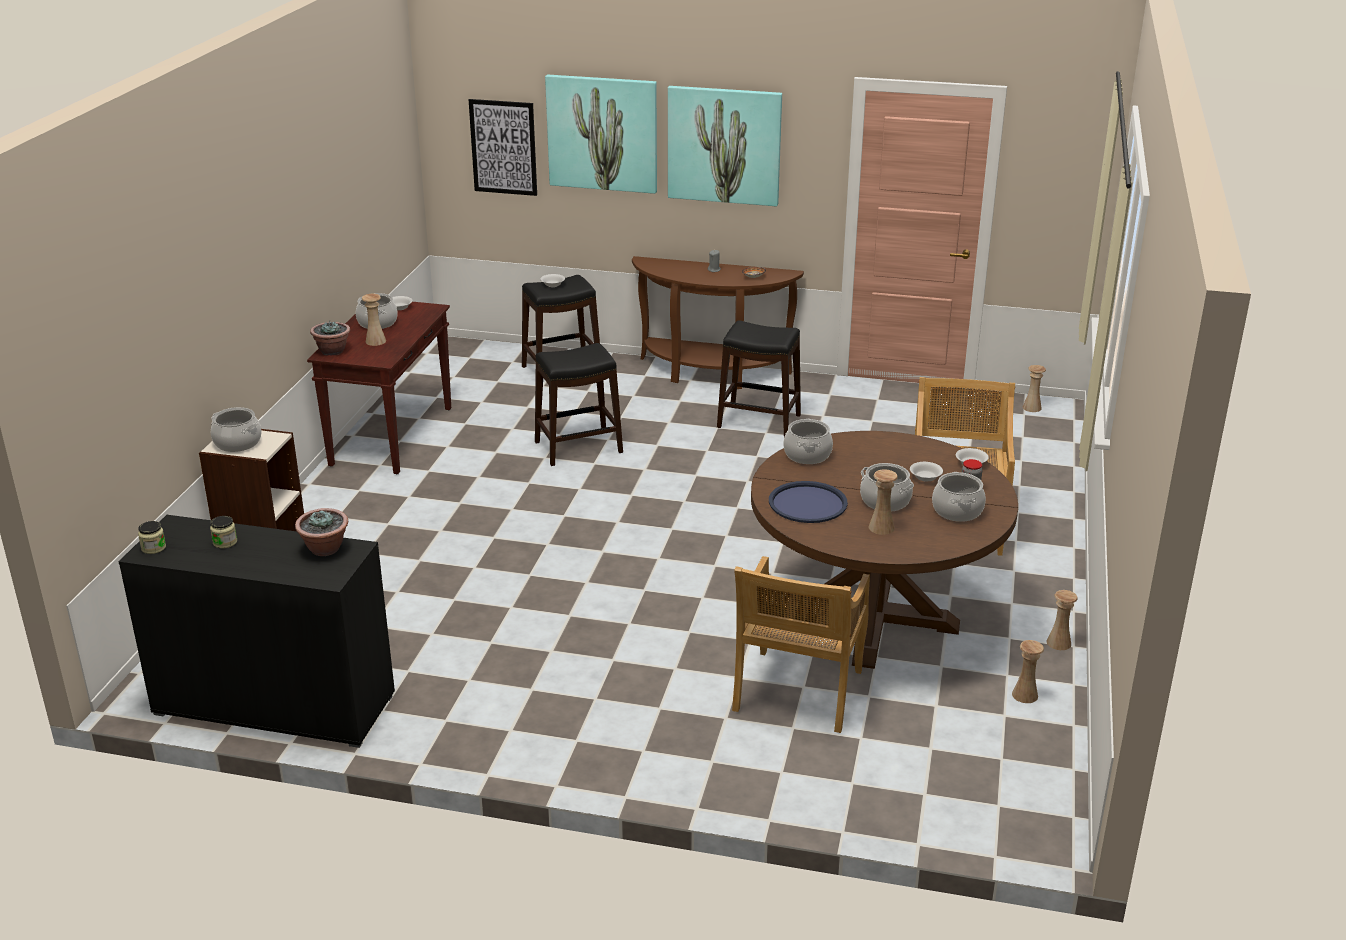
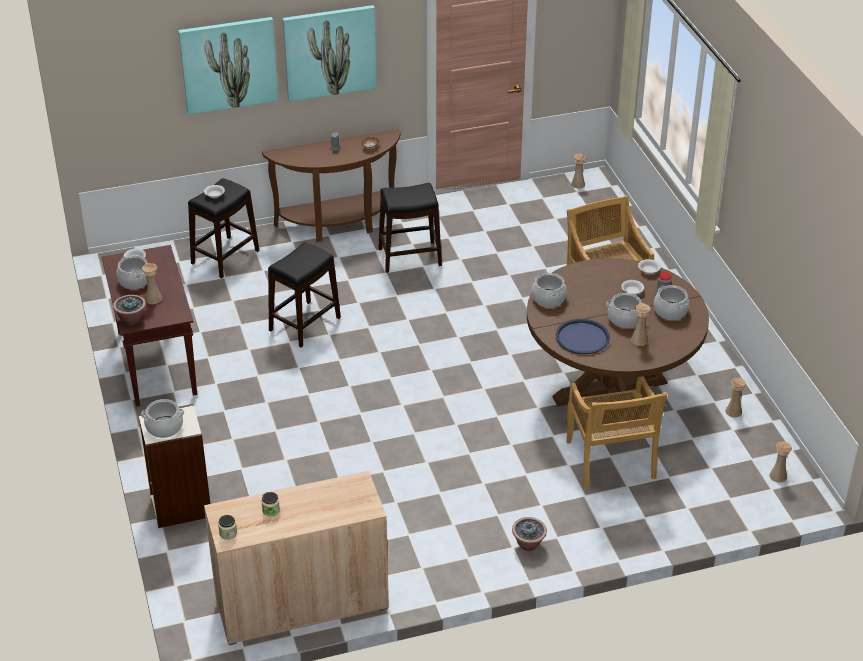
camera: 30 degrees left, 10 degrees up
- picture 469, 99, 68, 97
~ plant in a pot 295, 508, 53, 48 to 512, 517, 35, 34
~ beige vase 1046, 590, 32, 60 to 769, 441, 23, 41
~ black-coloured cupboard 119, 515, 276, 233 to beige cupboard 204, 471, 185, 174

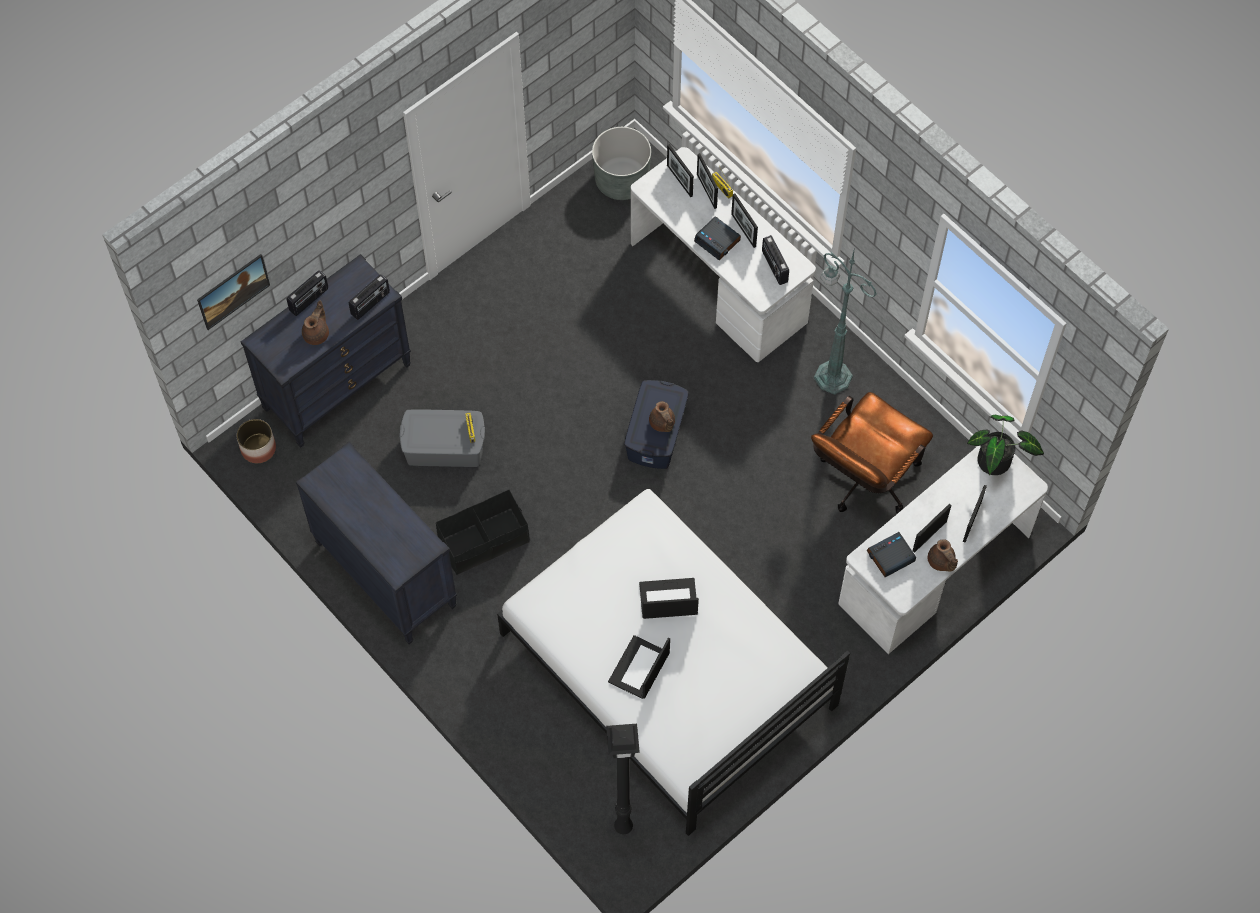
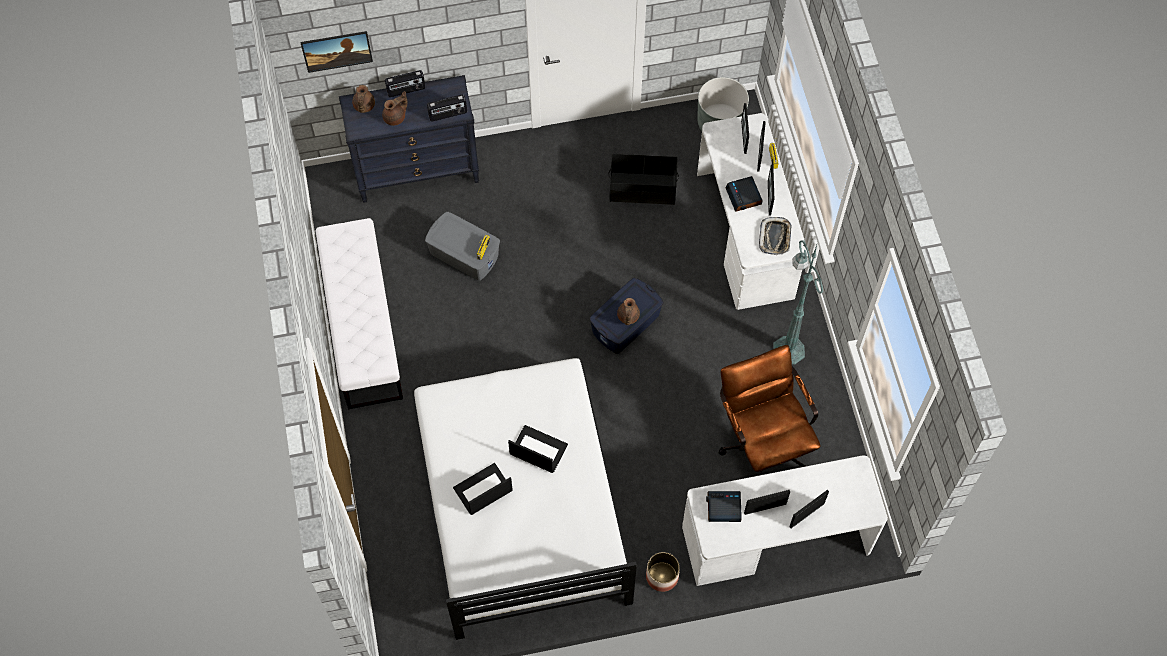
camera: 30 degrees right, 0 degrees up
- black-coloured standard lamp 606, 724, 34, 110
- plant in a pot 967, 415, 77, 60
~ flower pot 237, 419, 39, 44 to 646, 552, 34, 40
~ black-coloured storage container 436, 490, 93, 85 to 609, 154, 70, 51
~ brownish teapot 928, 539, 30, 33 to 352, 85, 23, 28
~ black-coloured dresser 296, 441, 161, 203 to white bench 316, 218, 87, 191
~ radio 762, 235, 27, 50 to carrying tray 759, 217, 33, 38
~ brownish office chair 811, 392, 122, 122 = 719, 345, 102, 130 90 degrees clockwise

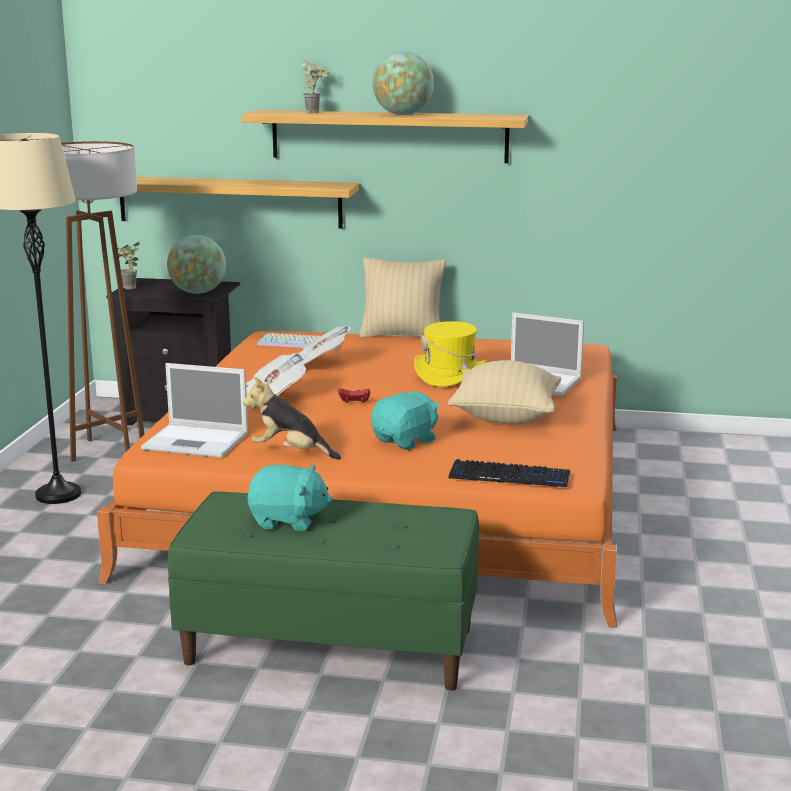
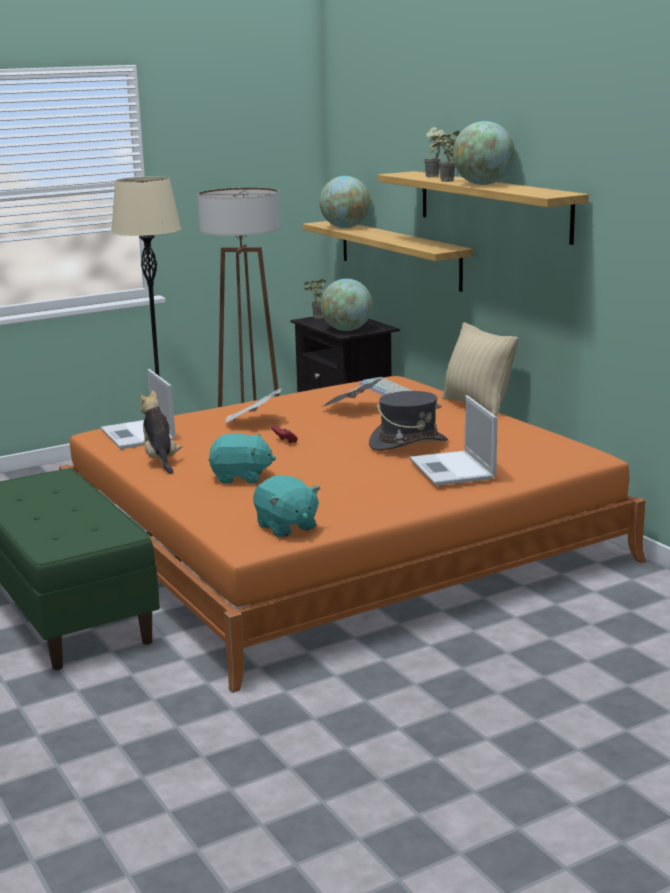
camera: 50 degrees right, 0 degrees up
- beige cushion 448, 360, 114, 64
- computer keyboard 448, 459, 122, 28
+ globe 319, 176, 52, 52
+ plant in a pot 432, 130, 29, 52
~ turquoise-coloured soft toy 248, 465, 85, 66 to 253, 475, 67, 62
~ yellow wearable hat 414, 321, 72, 66 to grey wearable hat 369, 391, 79, 60

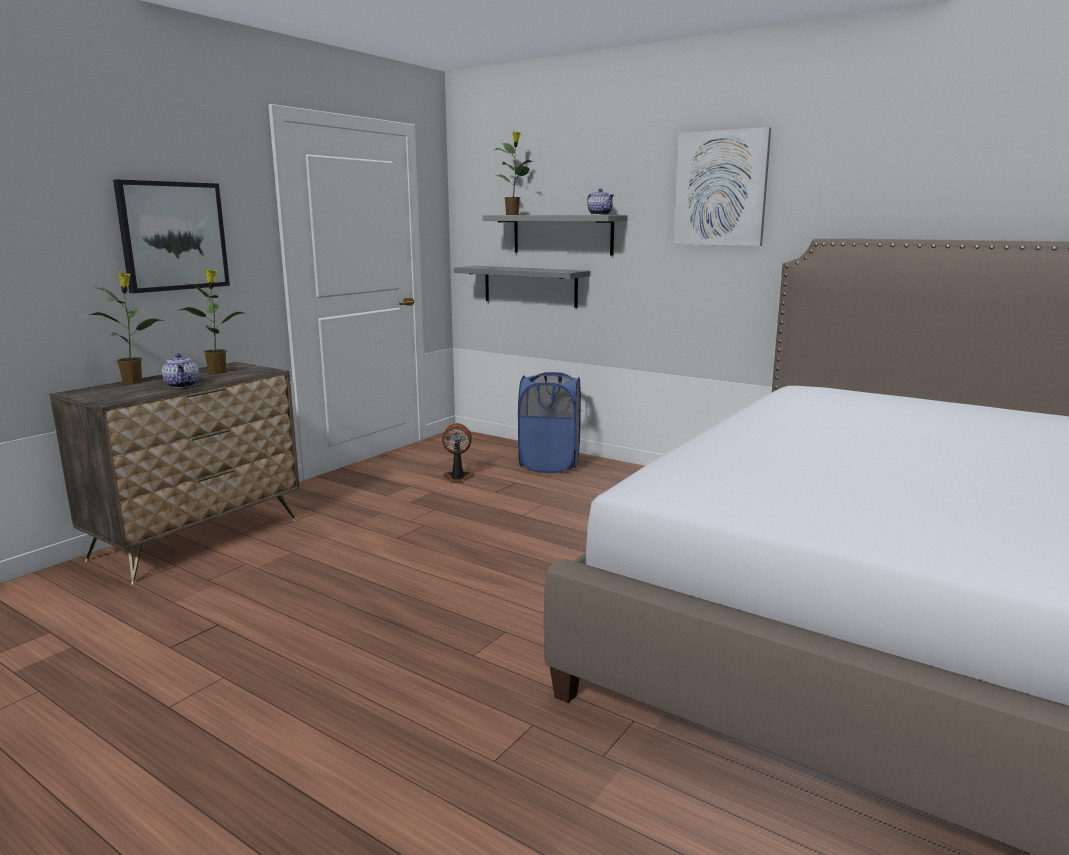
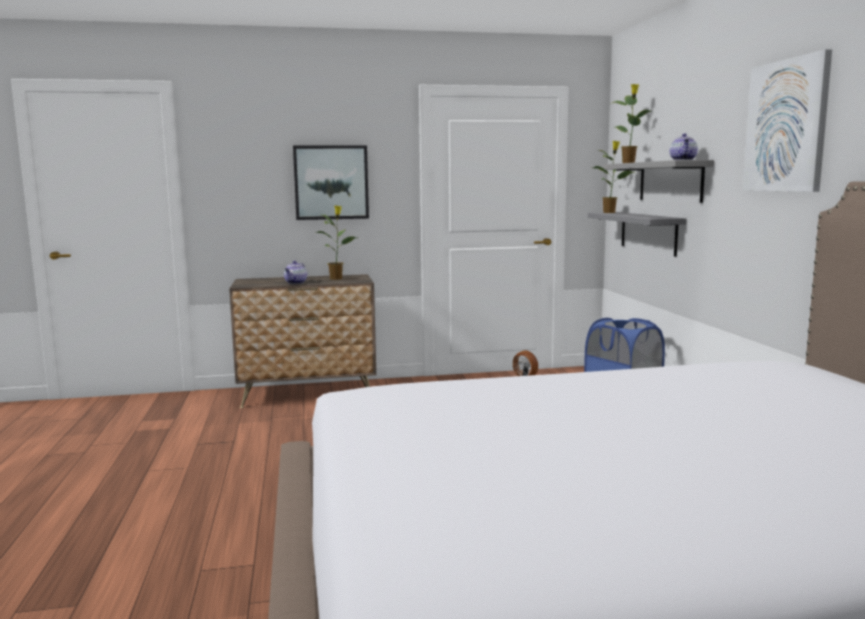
camera: 45 degrees right, 5 degrees down
~ plant in a pot 90, 273, 73, 111 to 593, 141, 41, 72

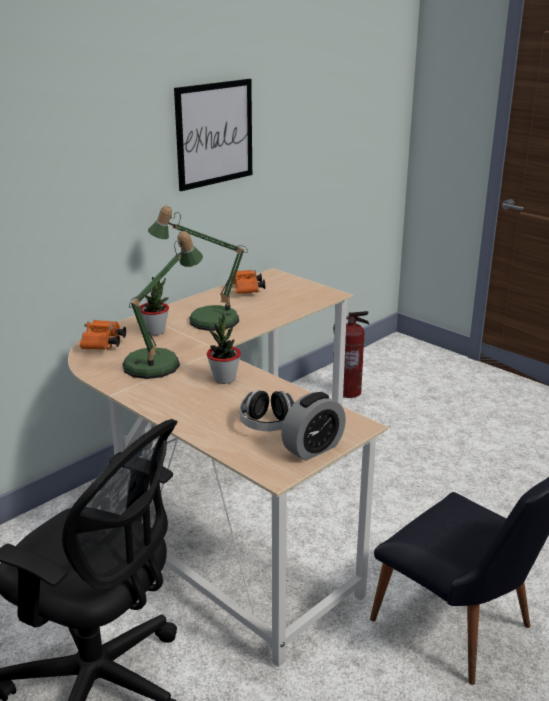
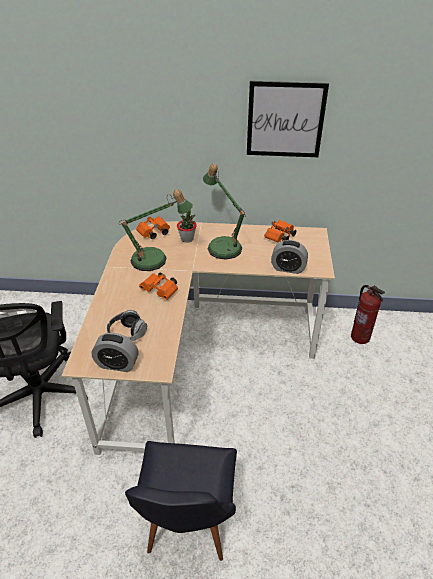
camera: 50 degrees right, 15 degrees up
+ bedside clock 271, 240, 37, 34
~ plant in a pot 207, 313, 34, 71 to orange pair of binoculars 139, 273, 39, 27

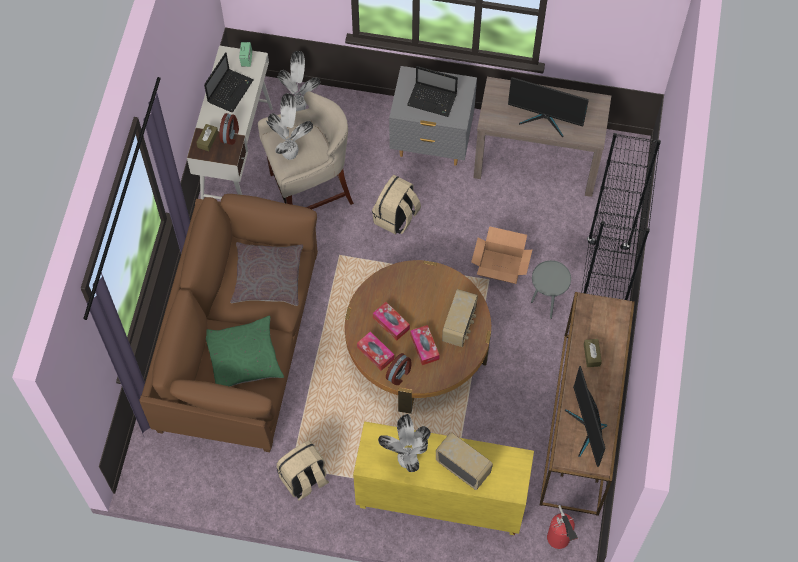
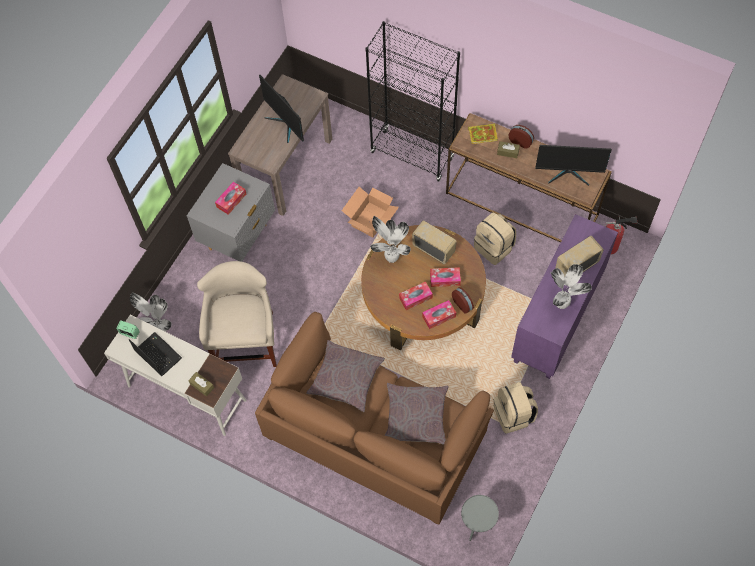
camera: 70 degrees left, 0 degrees up
+ volume 468, 123, 30, 21
~ bedside clock 219, 113, 20, 32 to 508, 125, 26, 24
~ plant in a pot 266, 93, 47, 67 to 370, 216, 41, 47
~ beige rucksack 372, 175, 49, 60 to 474, 212, 42, 53
~ grey end table 531, 260, 40, 59 to 461, 495, 38, 46
~ laptop 407, 66, 51, 51 to box of tissues 215, 182, 31, 33
~ green-coloured cushion 206, 316, 78, 71 to grey cushion 385, 383, 63, 62
~ yellow cupboard 353, 421, 181, 114 to purple cupboard 511, 214, 107, 165
~ monitor 508, 77, 81, 61 = 259, 75, 45, 68 105 degrees clockwise

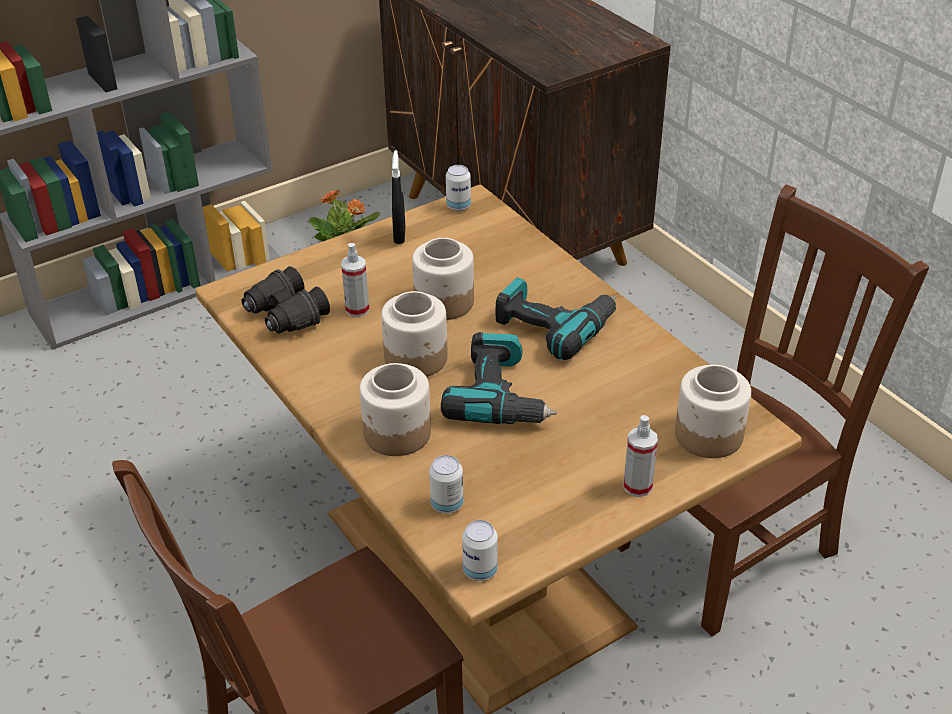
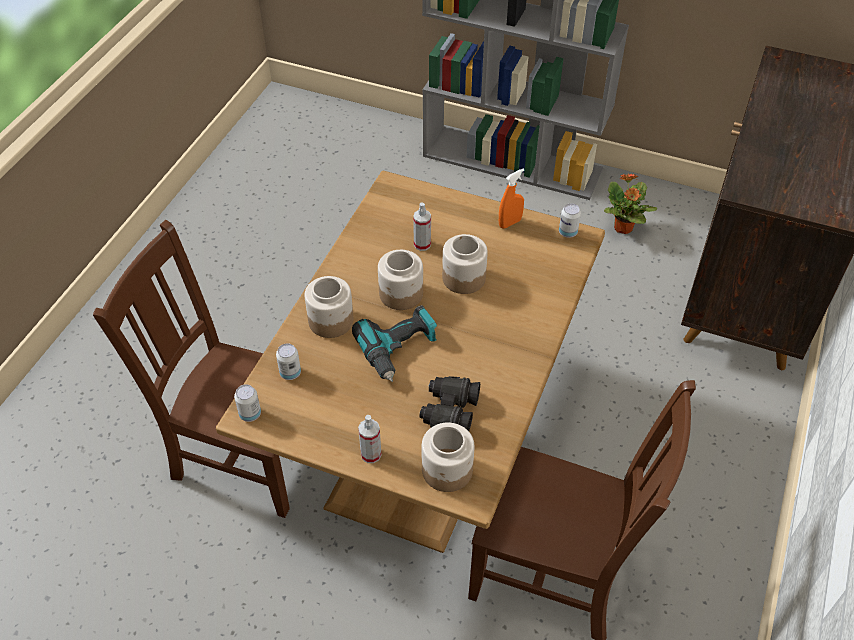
camera: 55 degrees right, 10 degrees up
- drill 496, 277, 120, 83
~ black-coloured pair of binoculars 241, 266, 89, 68 to 419, 376, 61, 55
~ black-coloured sprayer 392, 150, 13, 94 to orange sprayer 499, 168, 25, 61

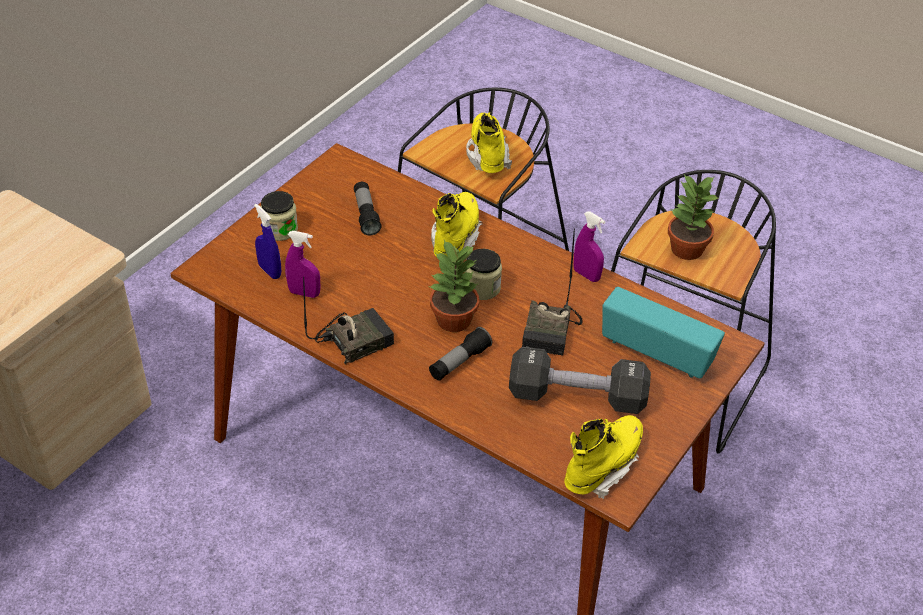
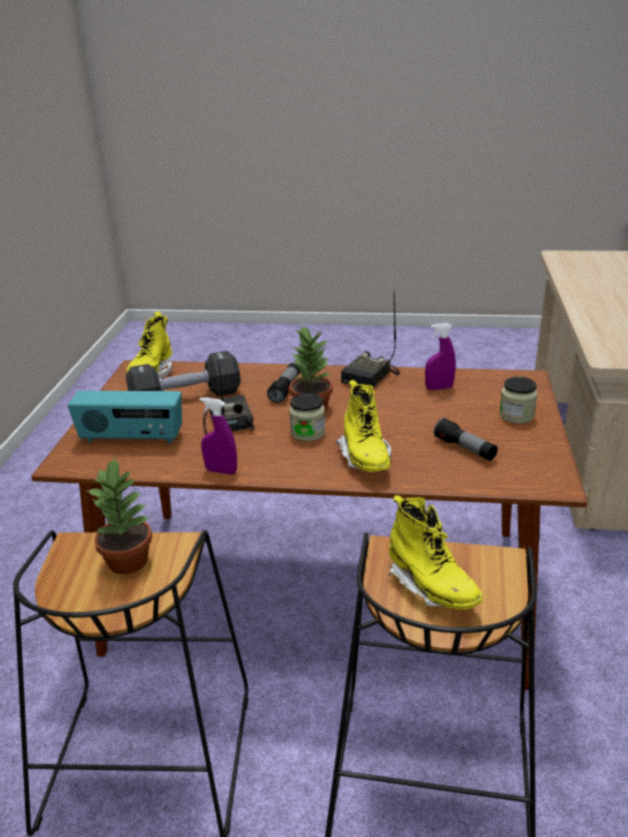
camera: 155 degrees right, 15 degrees down
- blue-coloured sprayer 254, 204, 27, 75

